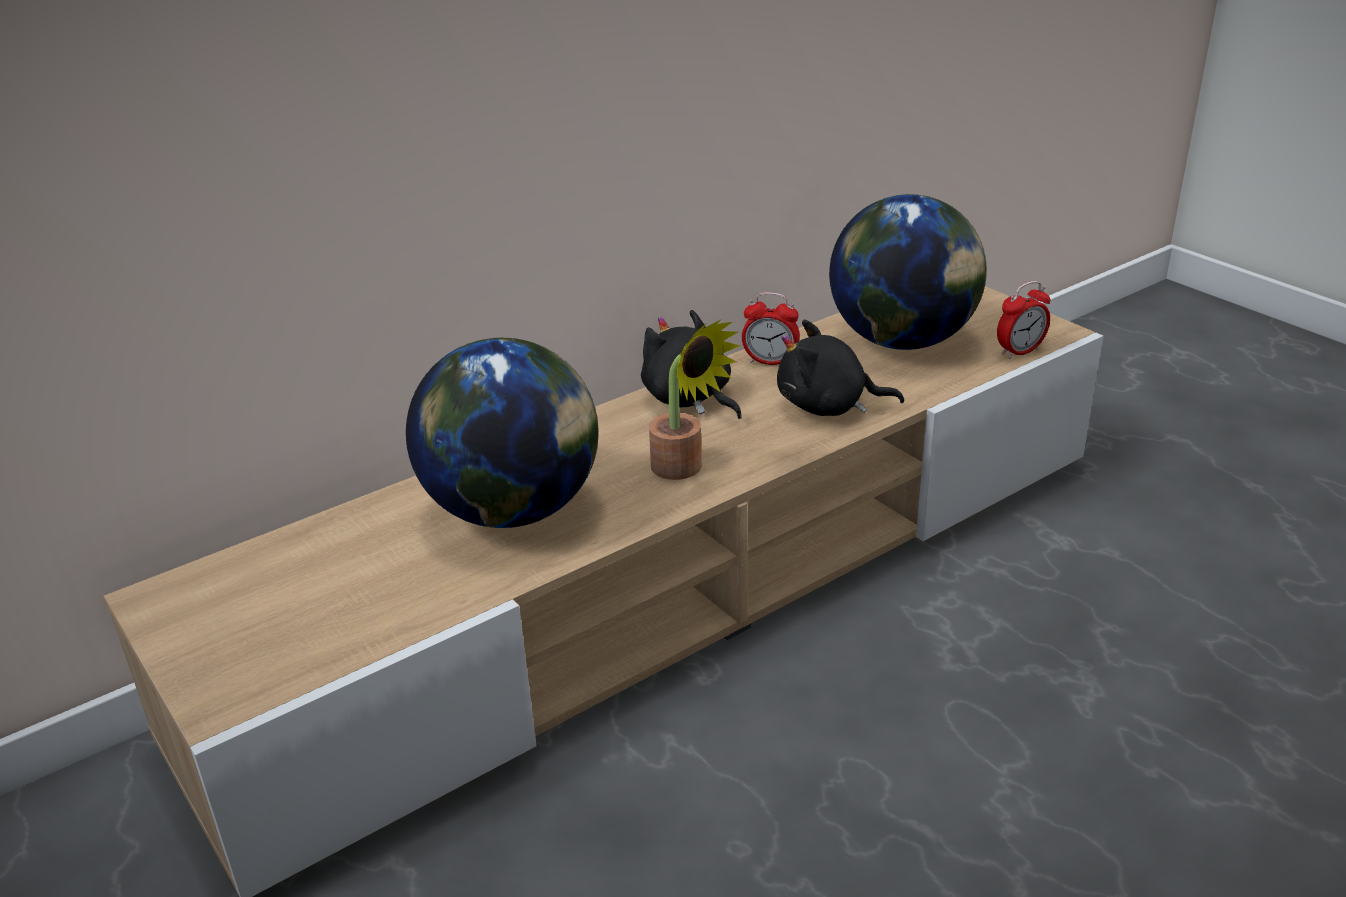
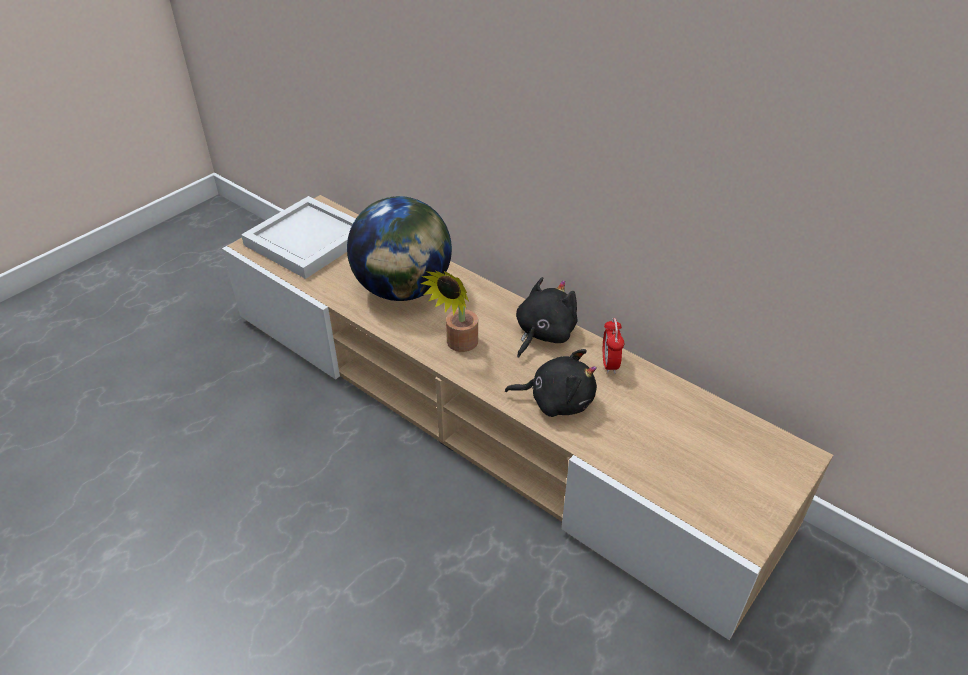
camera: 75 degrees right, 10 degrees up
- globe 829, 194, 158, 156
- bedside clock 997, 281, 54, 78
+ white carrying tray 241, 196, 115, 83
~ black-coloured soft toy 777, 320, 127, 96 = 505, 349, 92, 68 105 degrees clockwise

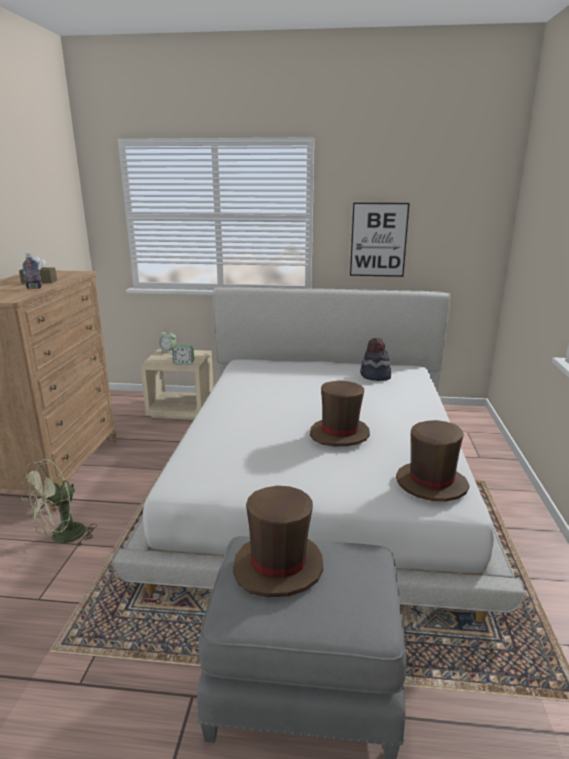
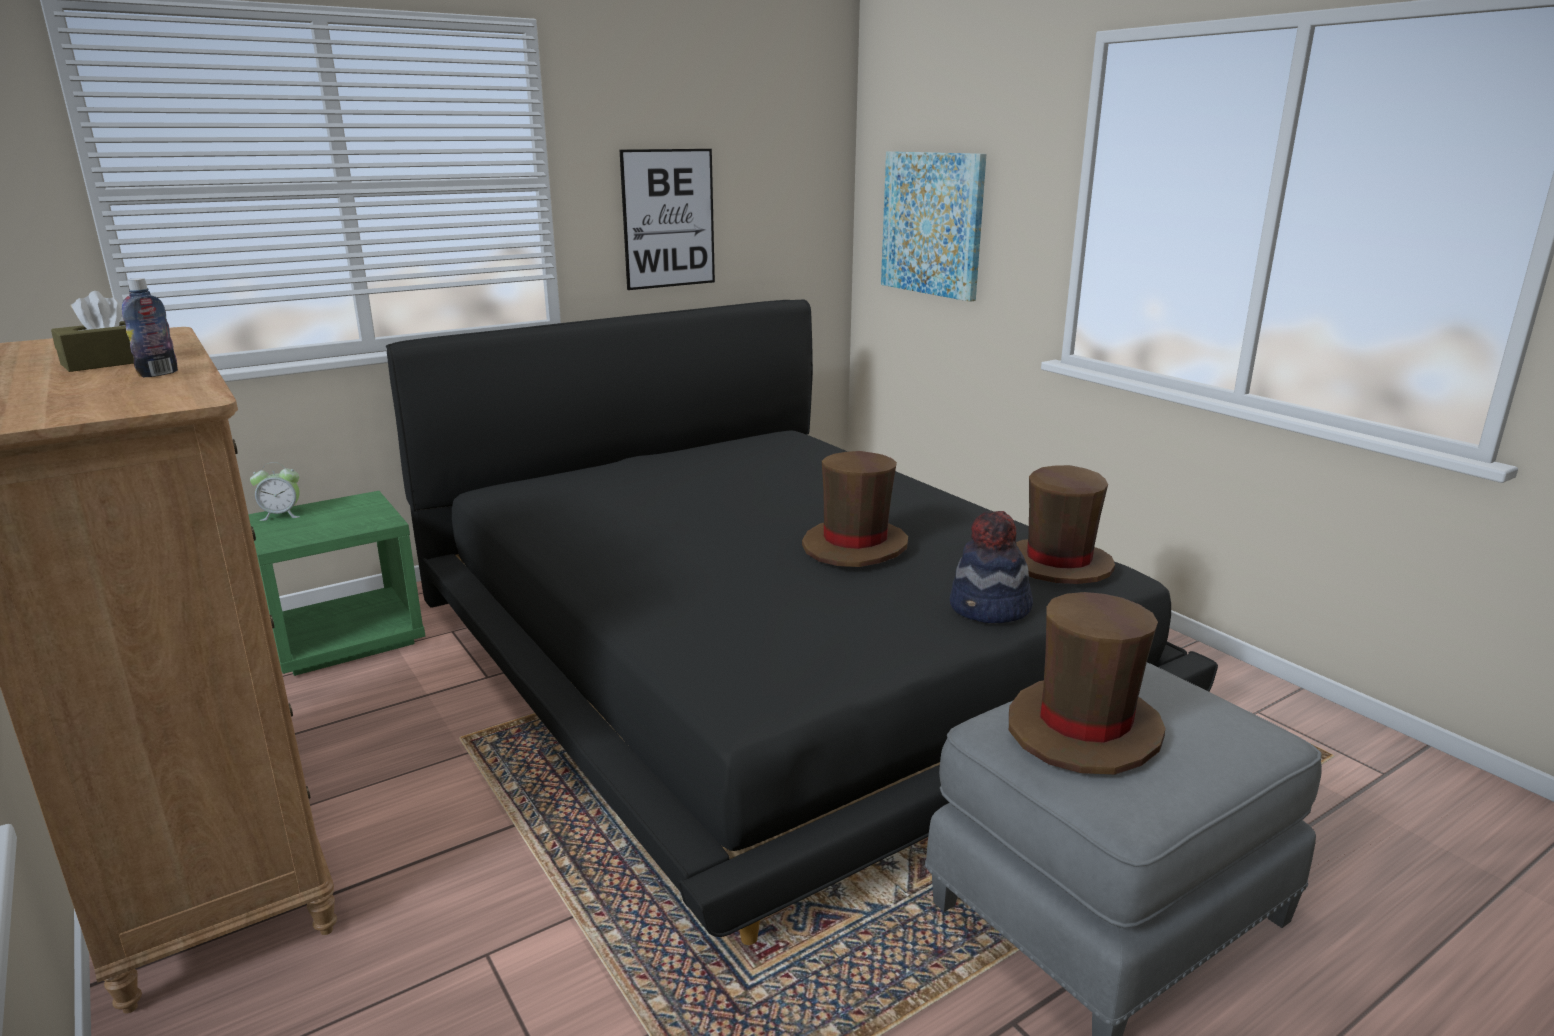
camera: 40 degrees left, 0 degrees up
- green-coloured cooling fan 21, 459, 76, 89
- bedside clock 172, 345, 22, 20
+ picture 881, 151, 105, 151
~ wearable hat 360, 338, 31, 43 to 950, 511, 83, 112
~ white bed 112, 287, 413, 335 to black-coloured bed 386, 300, 832, 645
~ beige nightstand 141, 349, 72, 71 to green-coloured nightstand 248, 491, 177, 185

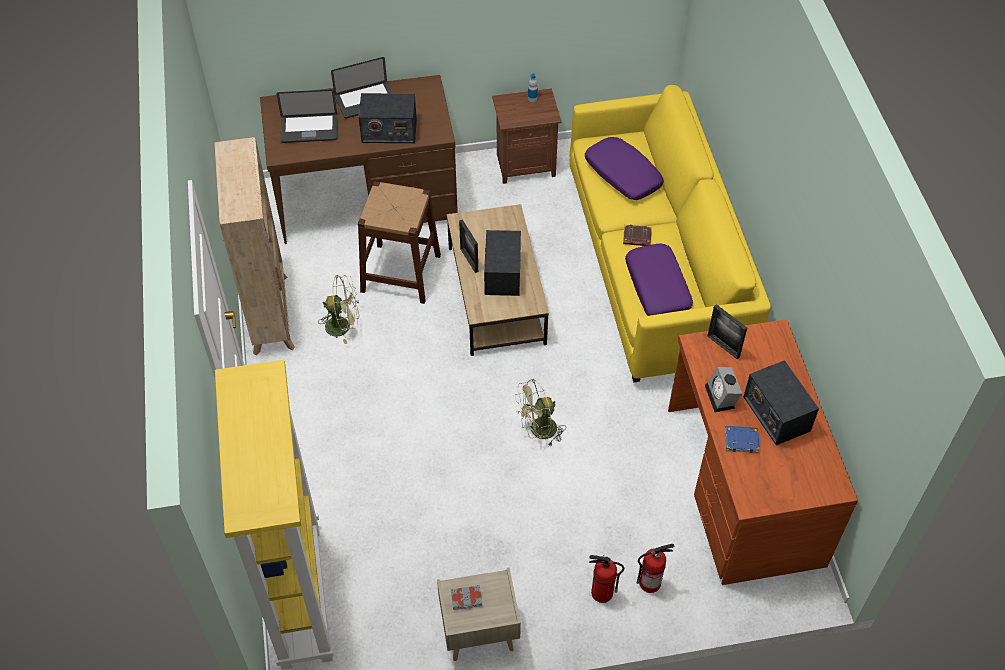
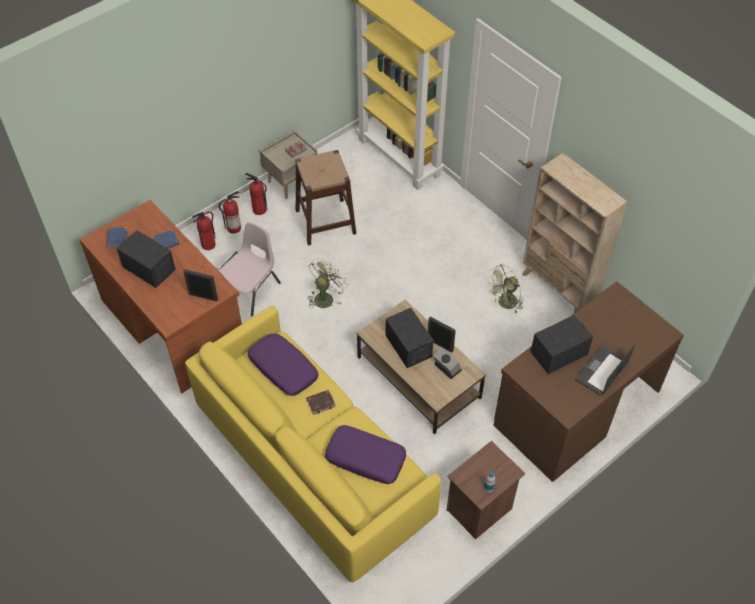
camera: 150 degrees right, 0 degrees up
- laptop 276, 89, 61, 54
+ blue-coloured volume 106, 227, 21, 21
+ pink plain chair 217, 222, 64, 94
+ extinguisher 245, 173, 23, 42
~ brownish sitting stool 358, 181, 83, 123 to 295, 150, 62, 95
~ bedside clock 705, 367, 37, 45 to 433, 347, 29, 32

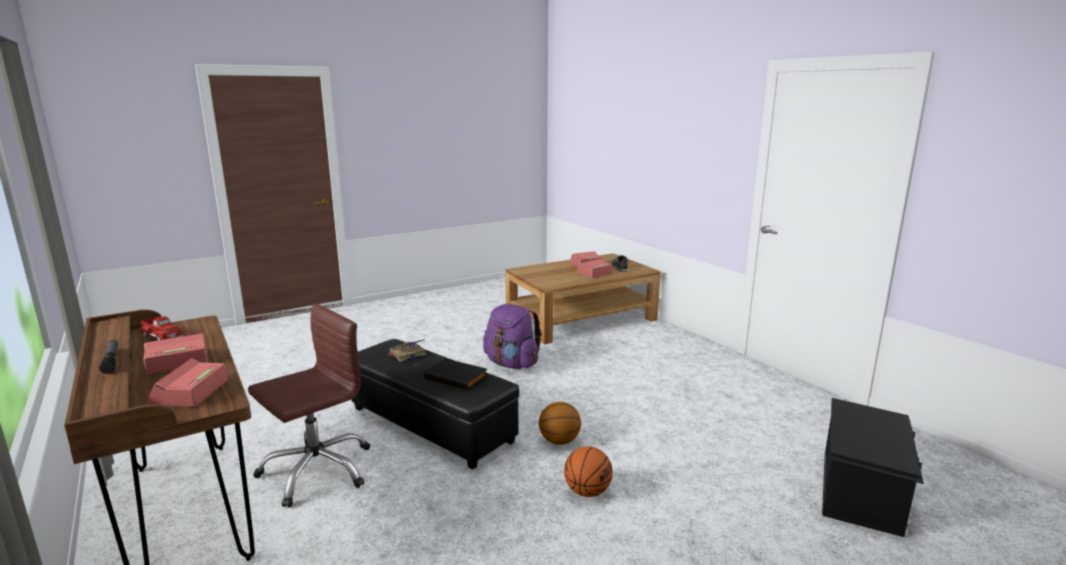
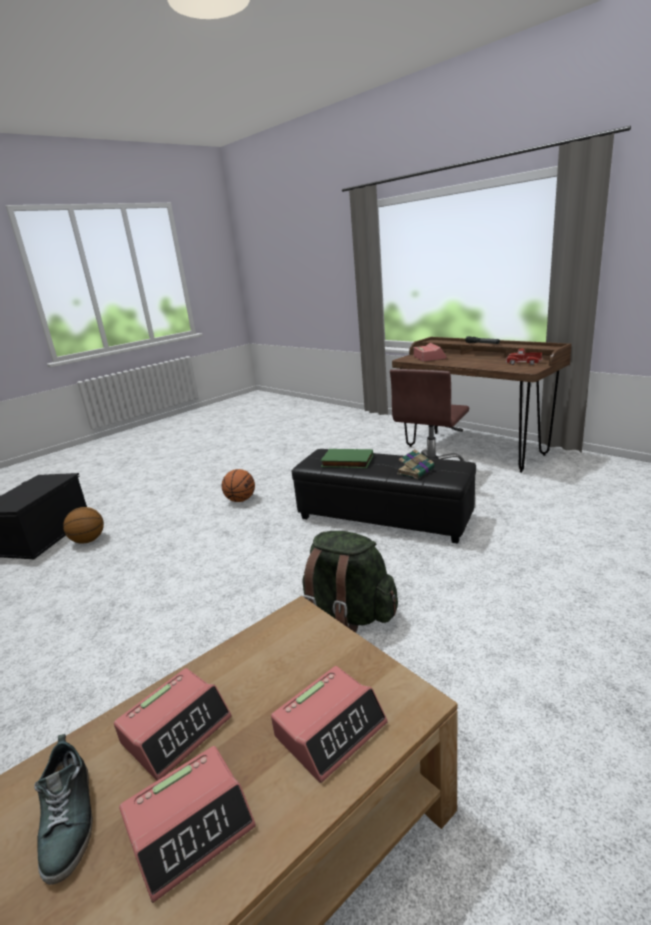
camera: 170 degrees right, 5 degrees up
~ bedside clock 143, 333, 65, 42 to 271, 666, 117, 117
~ basketball 539, 402, 42, 43 to 63, 507, 41, 36
~ black-coloured volume 424, 358, 64, 32 to green-coloured volume 320, 449, 53, 19
~ purple rucksack 483, 304, 59, 65 to green-coloured rucksack 302, 531, 96, 102

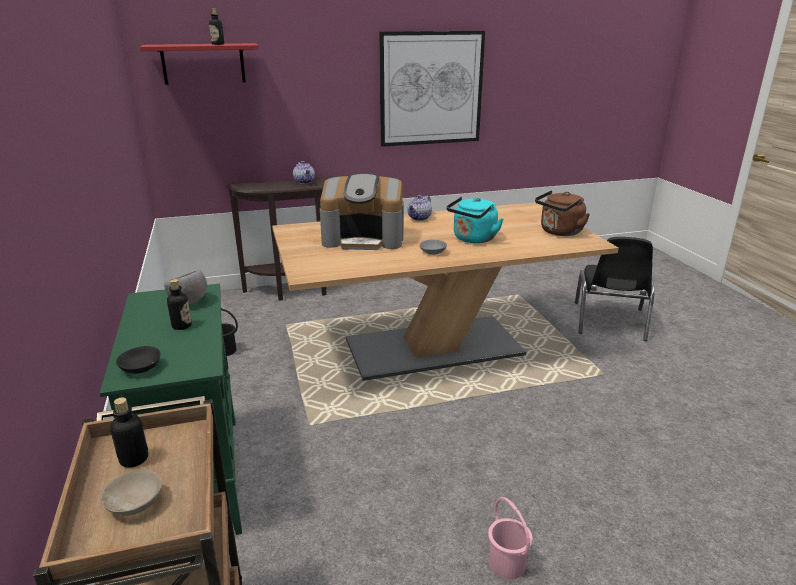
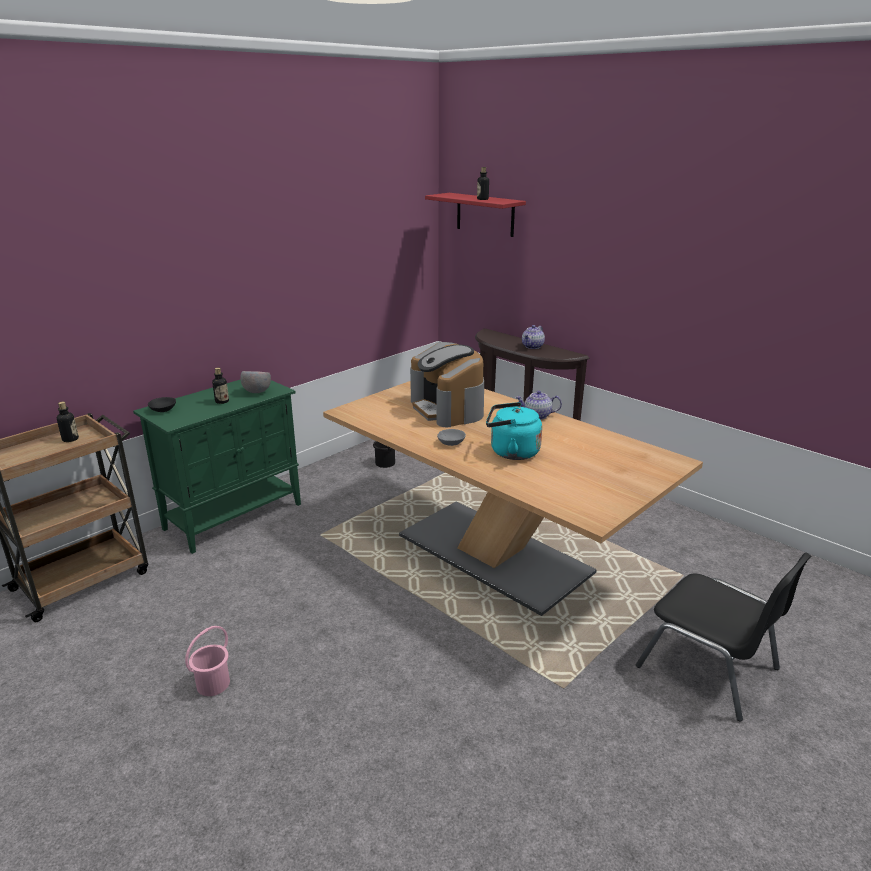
camera: 60 degrees right, 0 degrees up
- beige serving bowl 101, 470, 61, 46
- picture 379, 31, 106, 116
- brownish tea kettle 535, 190, 55, 46
~ black-coloured plain chair 575, 237, 80, 104 = 636, 553, 176, 168 120 degrees counterclockwise

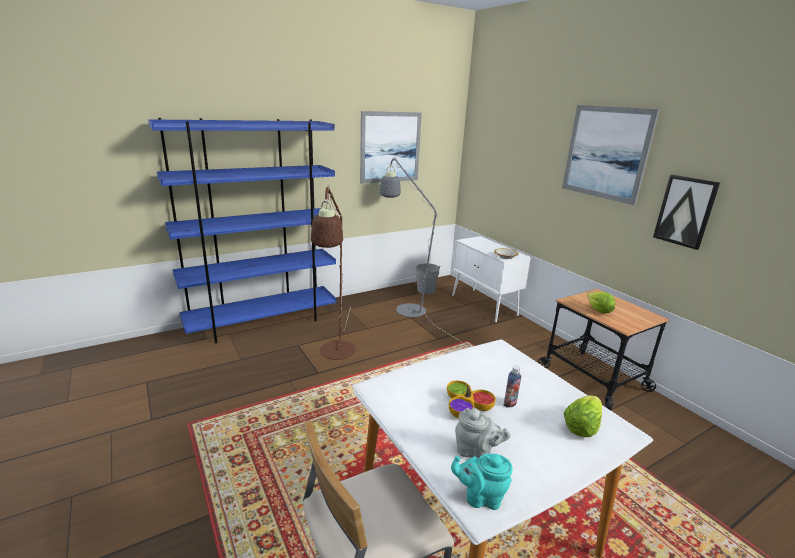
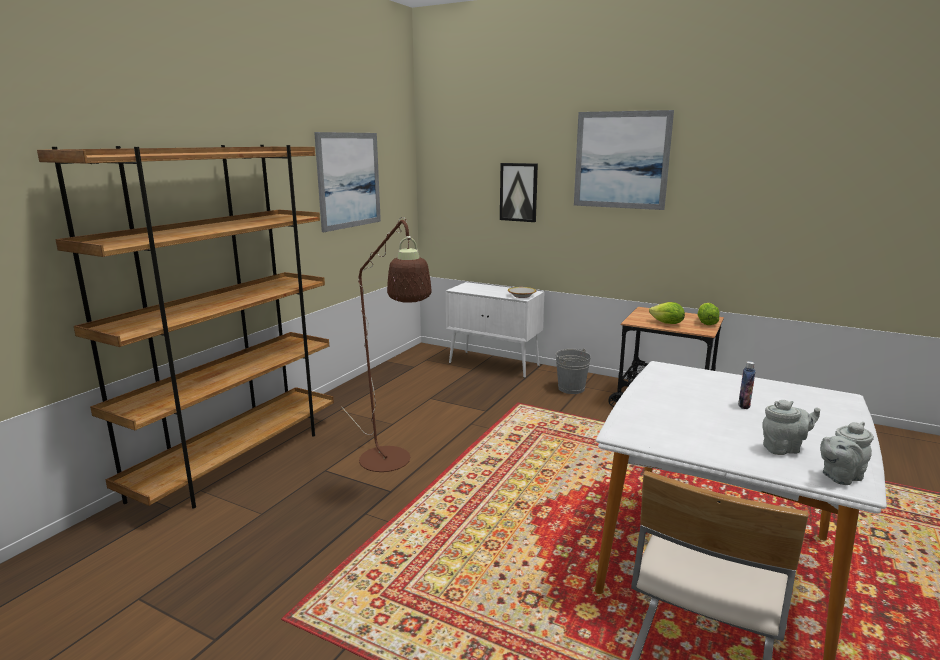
camera: 30 degrees left, 5 degrees down
- grey standard lamp 379, 158, 83, 184
- serving bowl 447, 381, 49, 37
~ grey water bucket 414, 263, 27, 31 to 556, 349, 35, 45
~ lettuce 564, 395, 38, 42 to 697, 303, 22, 22
~ picture 653, 175, 67, 75 to 500, 163, 38, 59
~ blue-coloured bookcase 148, 118, 188, 225 to brownish bookcase 37, 145, 297, 364
~ turquoise-coloured teapot 451, 454, 62, 56 to grey teapot 820, 422, 54, 63

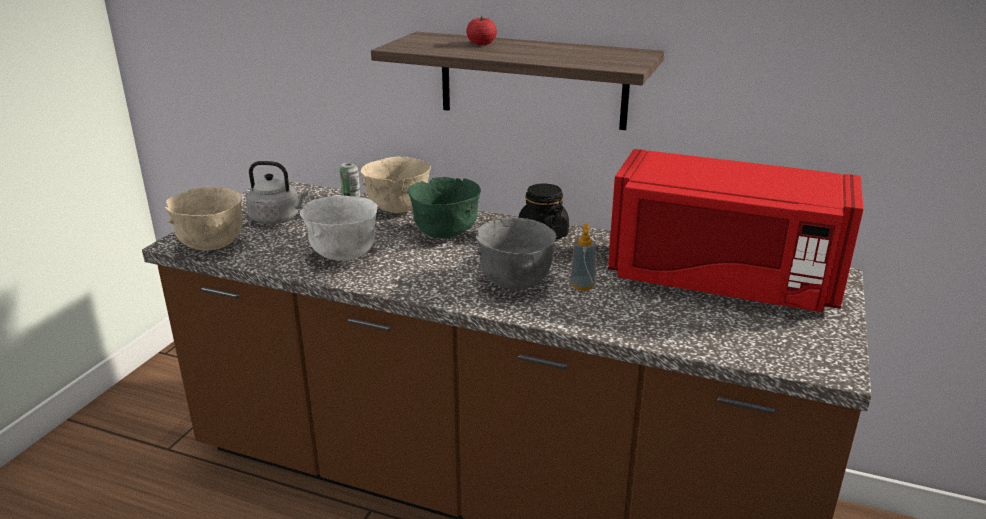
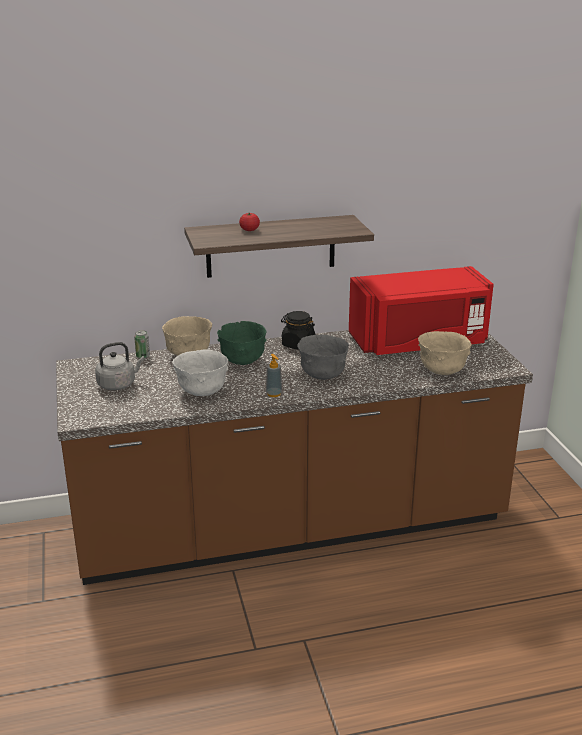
camera: 35 degrees left, 0 degrees up
~ beige serving bowl 165, 187, 78, 64 to 418, 331, 53, 44
~ soap bottle 570, 224, 26, 67 to 266, 354, 16, 43

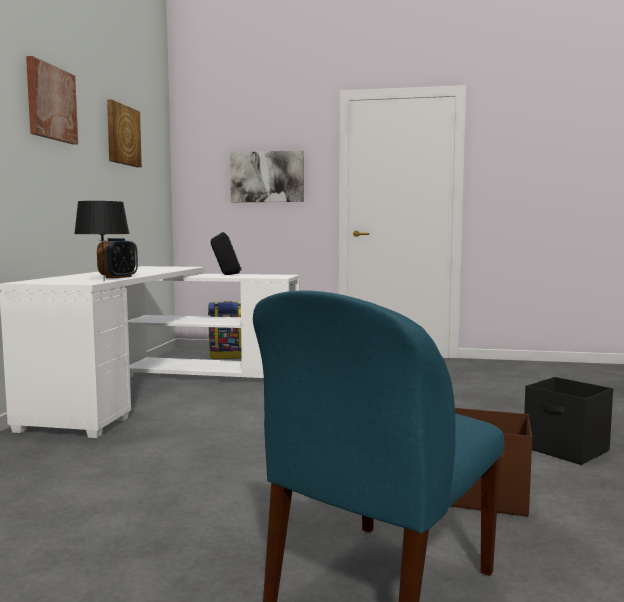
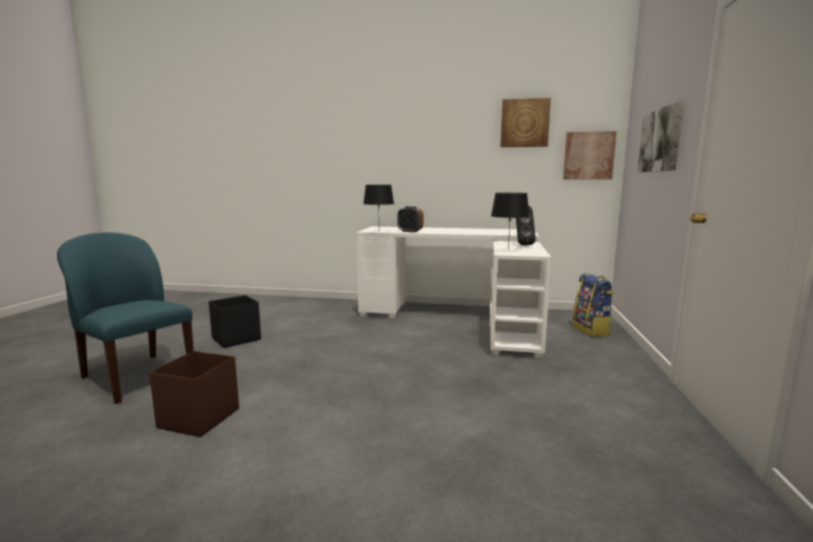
camera: 90 degrees right, 5 degrees up
+ black-coloured table lamp 491, 193, 39, 57
~ picture 26, 56, 52, 89 to 563, 131, 54, 49
~ black-coloured storage container 524, 377, 89, 88 to 209, 295, 52, 53

